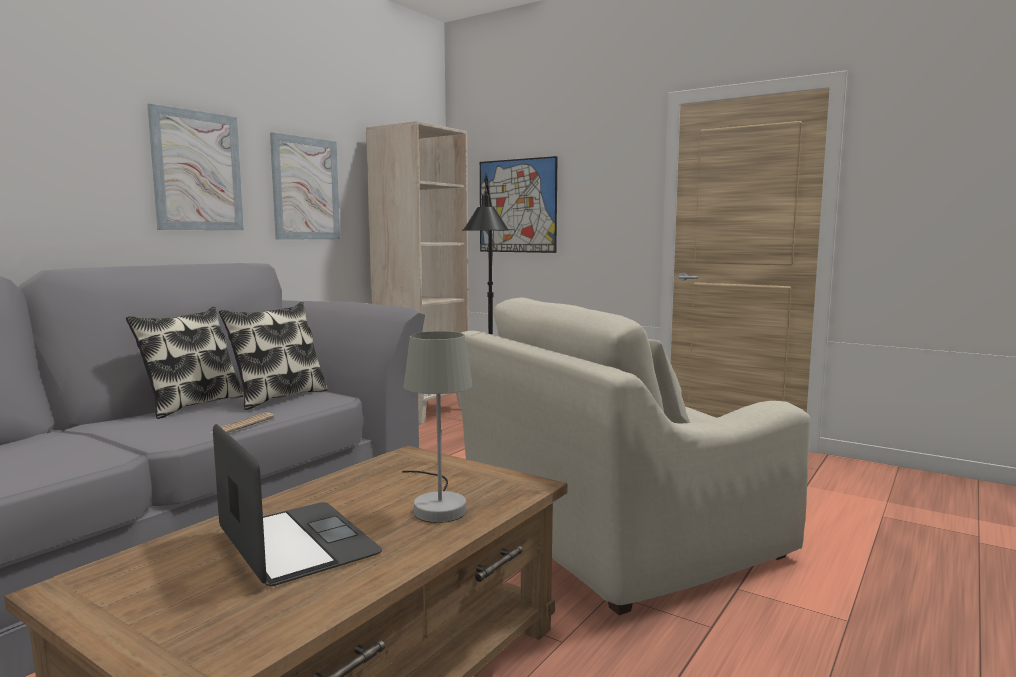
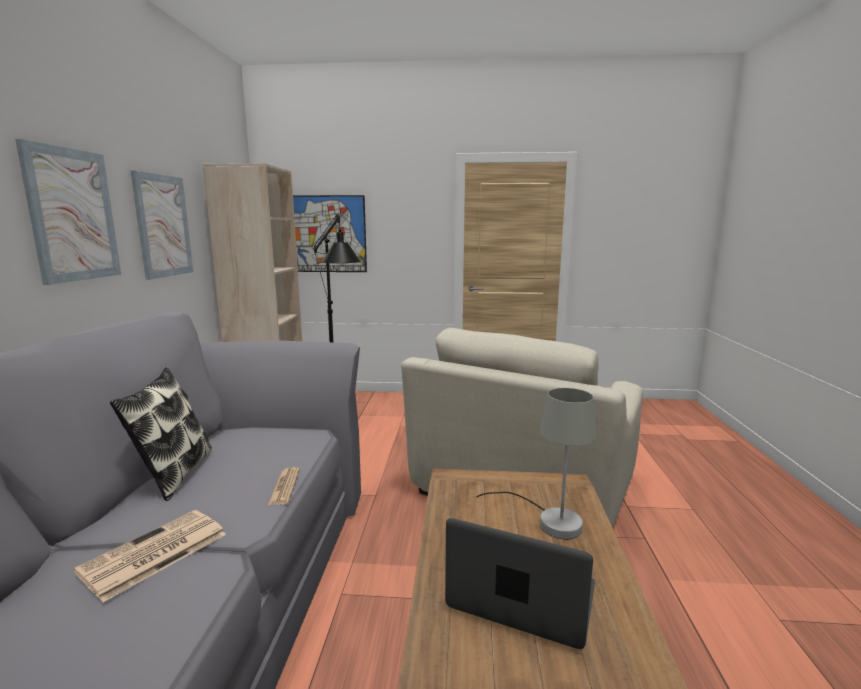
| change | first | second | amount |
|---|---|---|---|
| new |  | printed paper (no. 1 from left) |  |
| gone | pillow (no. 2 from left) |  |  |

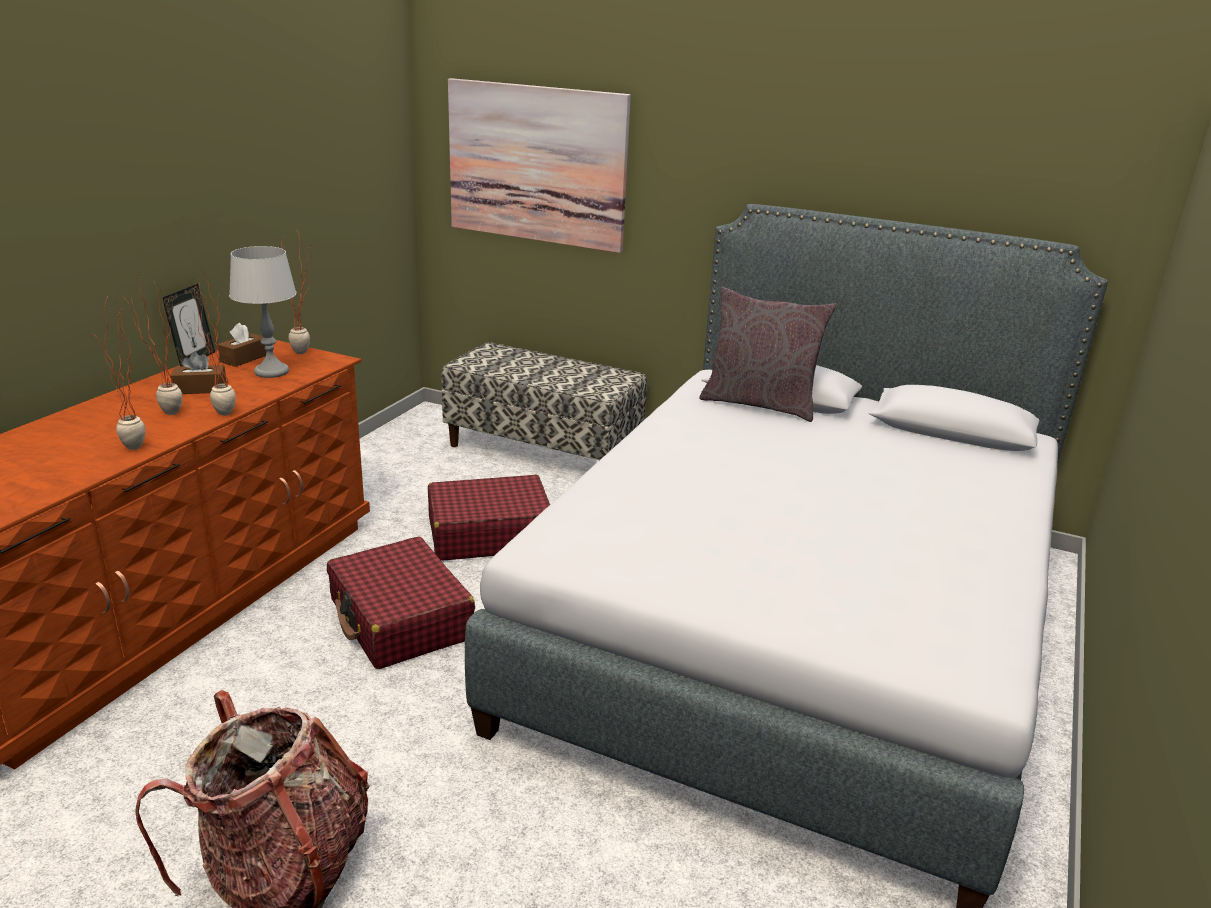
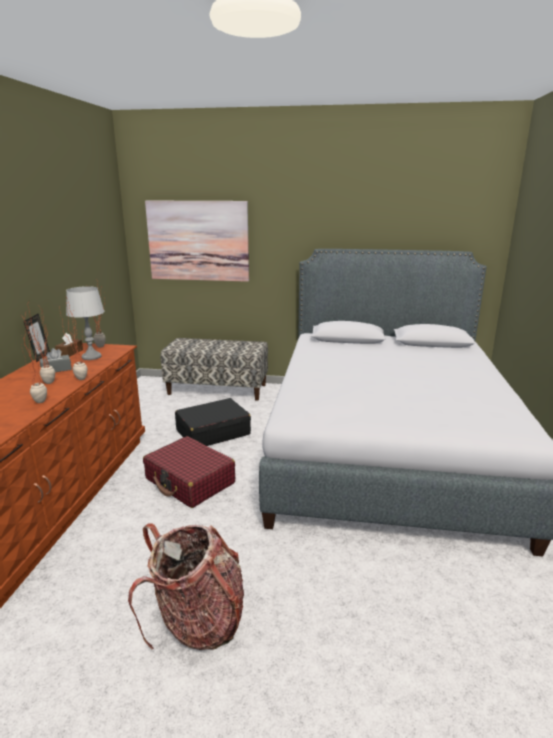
| change | first | second | amount |
|---|---|---|---|
| repainted | brown-coloured tissue holder (no. 1 from left) | greyish tissue holder |  |
| repainted | red-coloured travel case (no. 2 from left) | blackish travel case |  |
| gone | greyish pillow |  |  |

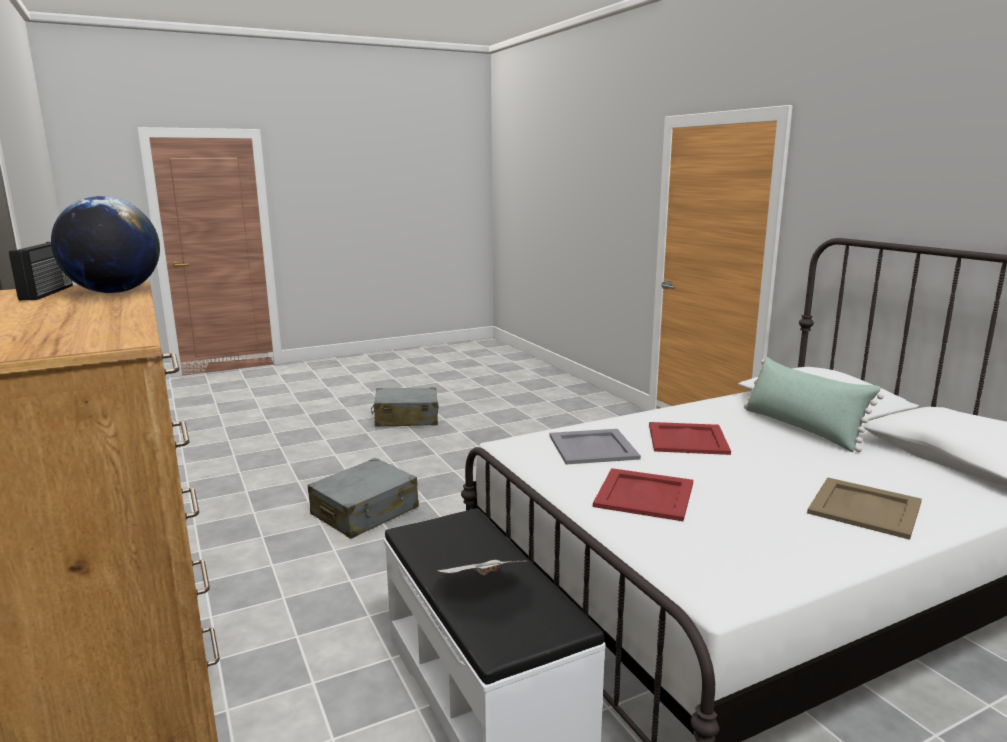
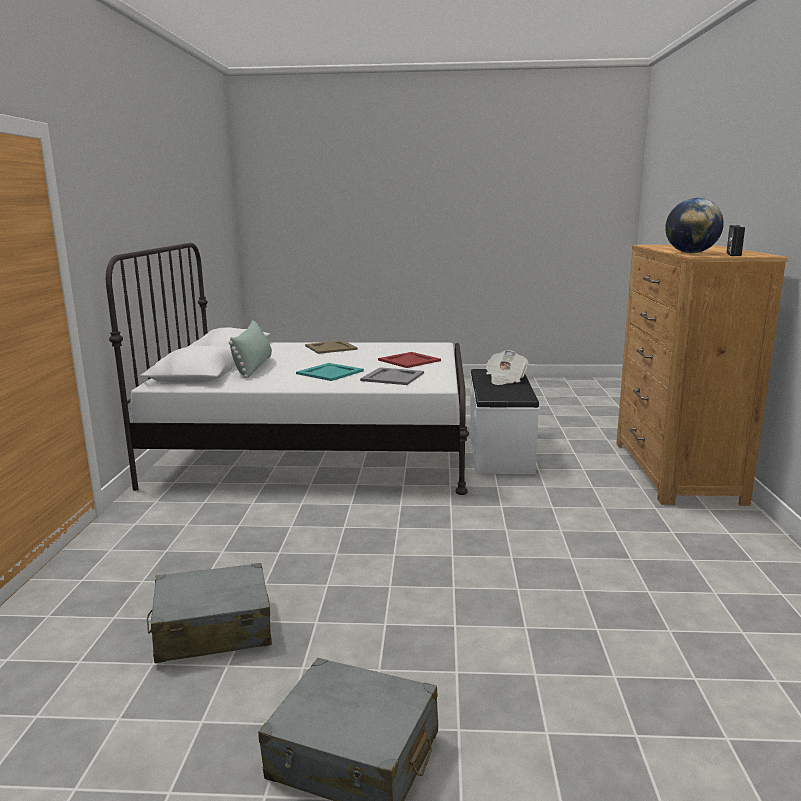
| change | first | second | amount |
|---|---|---|---|
| shifted | greyish travel case (no. 1 from left) |  |  |
| repainted | red-coloured serving tray (no. 2 from left) | turquoise-coloured serving tray |  |

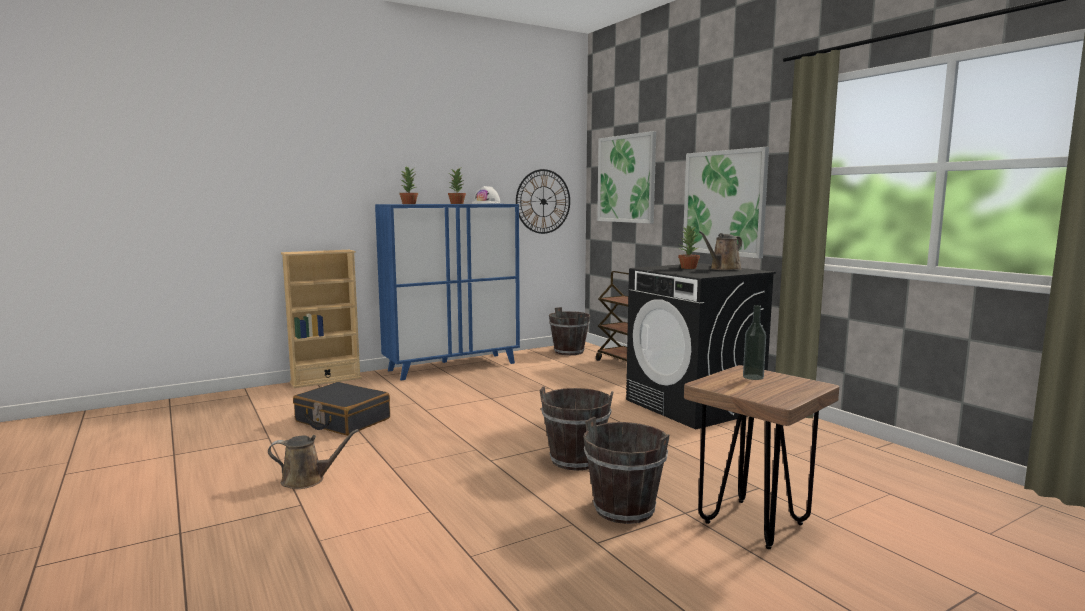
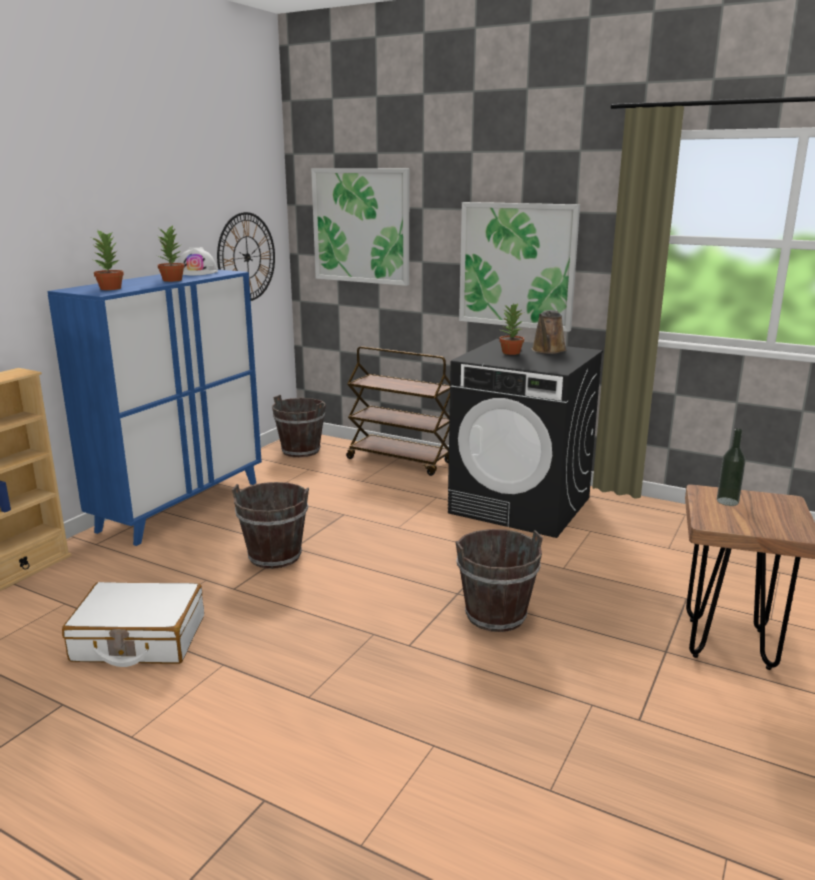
| change | first | second | amount |
|---|---|---|---|
| repainted | blackish travel case | white-coloured travel case |  |
| shifted | brown-coloured water bucket (no. 3 from left in the first image) | brown-coloured water bucket (no. 1 from left) |  |
| gone | brown-coloured watering pot (no. 1 from left) |  |  |

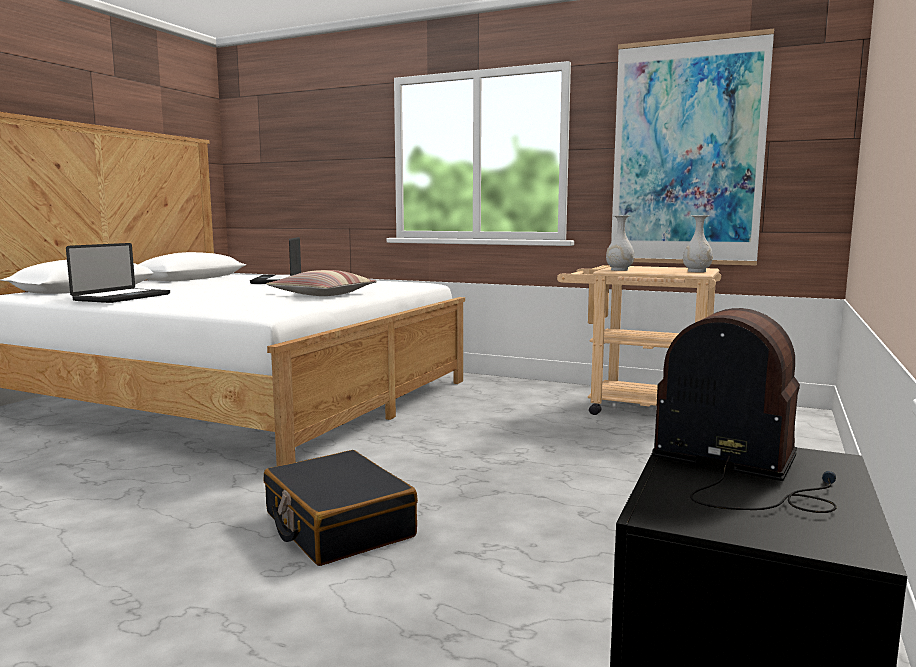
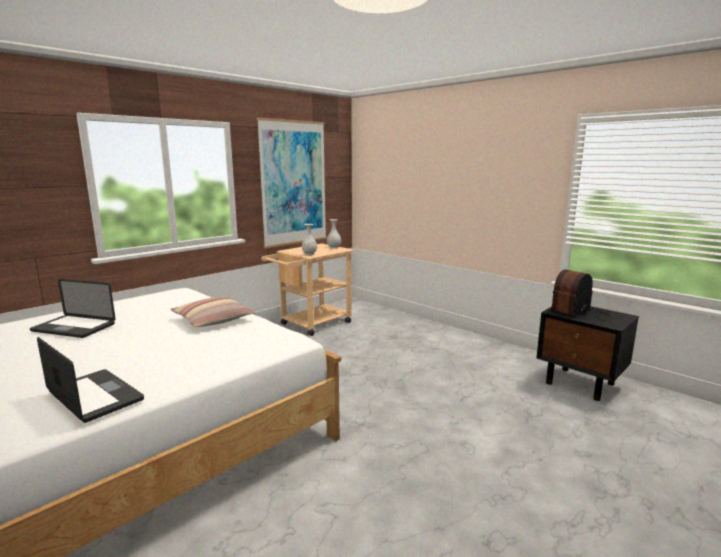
| change | first | second | amount |
|---|---|---|---|
| gone | blackish travel case |  |  |

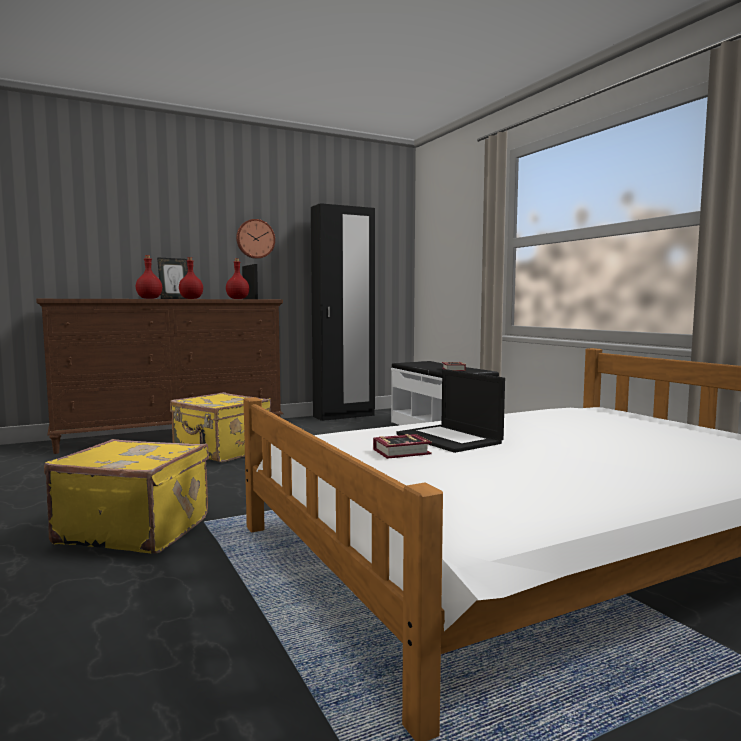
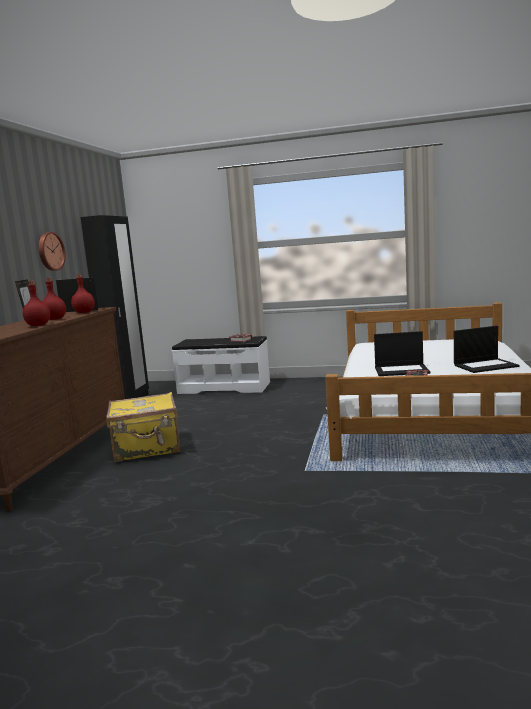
| change | first | second | amount |
|---|---|---|---|
| new |  | notebook computer (no. 2 from left) |  |
| gone | yellowish travel case (no. 1 from left) |  |  |

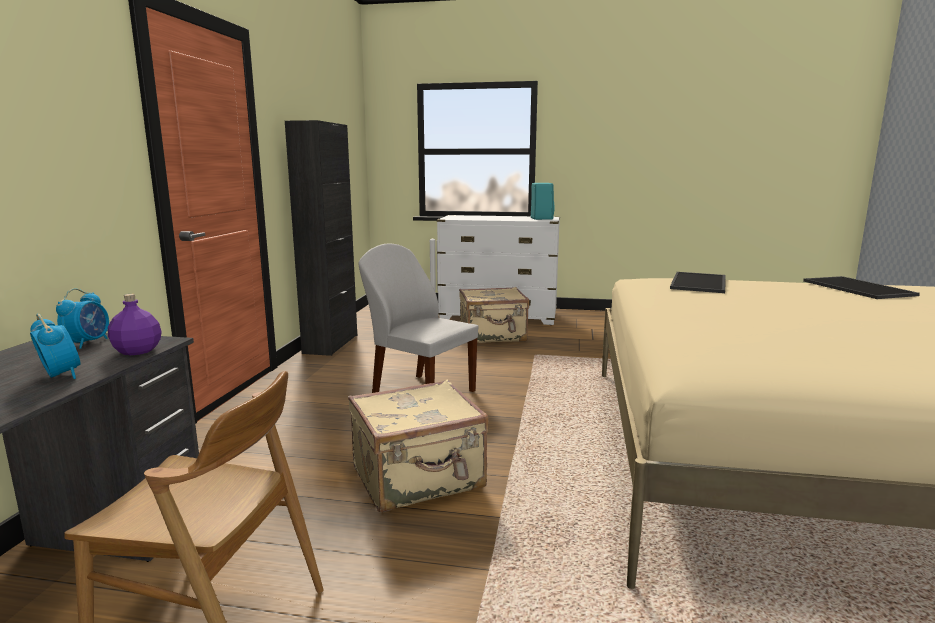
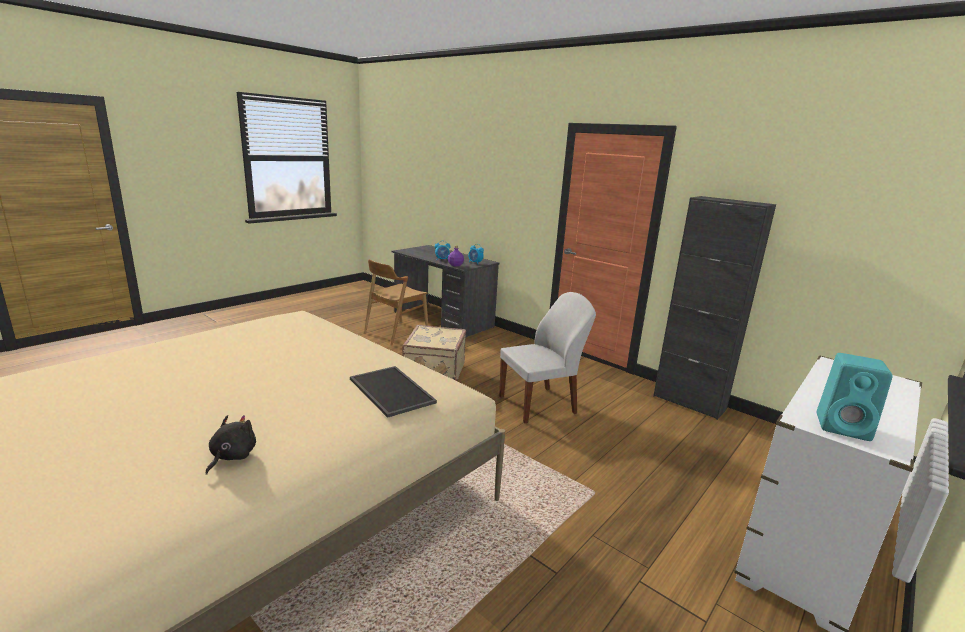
| change | first | second | amount |
|---|---|---|---|
| swapped | serving tray (no. 2 from left) | blackish plush toy |  |
| gone | sand-coloured travel case (no. 2 from left) |  |  |

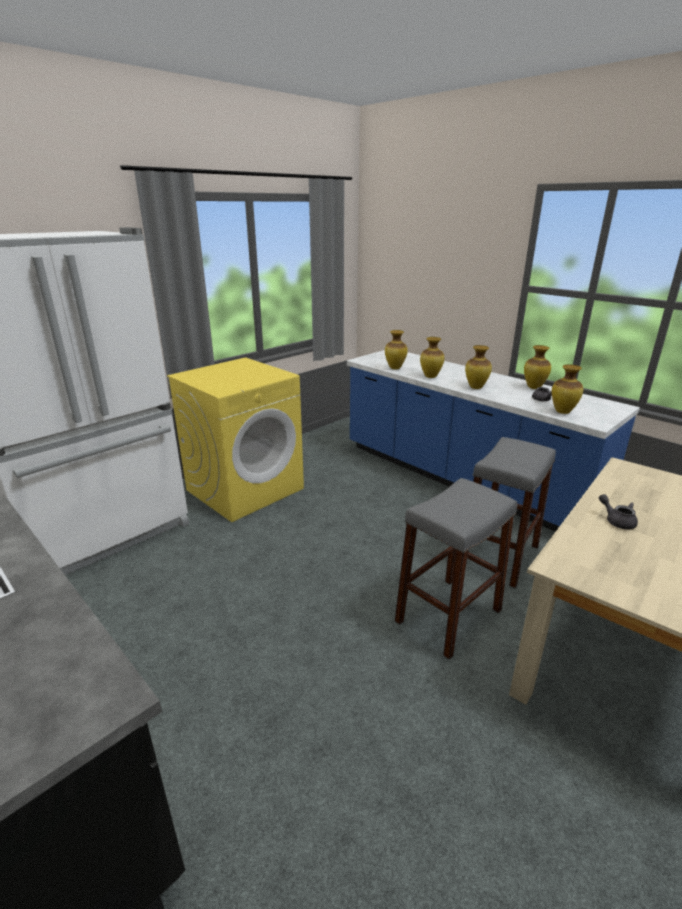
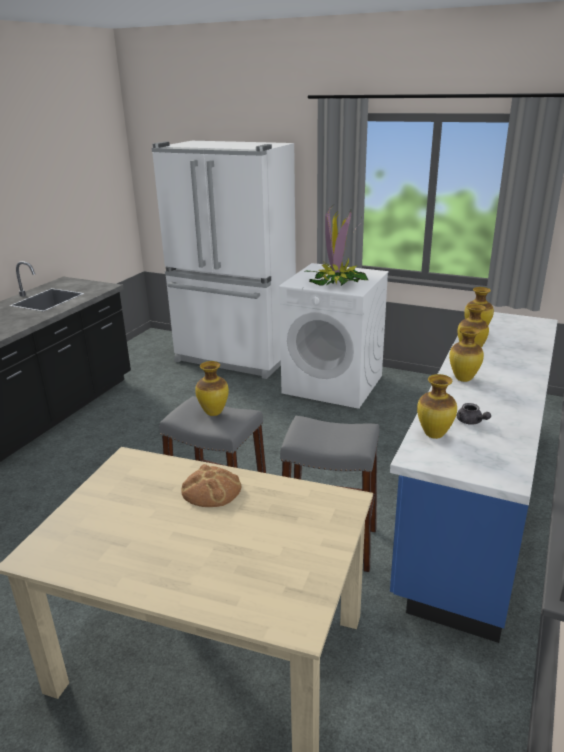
| change | first | second | amount |
|---|---|---|---|
| swapped | greyish pot for tea (no. 2 from left) | bread |  |
| shifted | flower vase (no. 4 from left in the first image) | flower vase (no. 1 from left) |  |
| repainted | yellowish laundry appliance | white-coloured laundry appliance |  |
| new |  | plant in a pot |  |

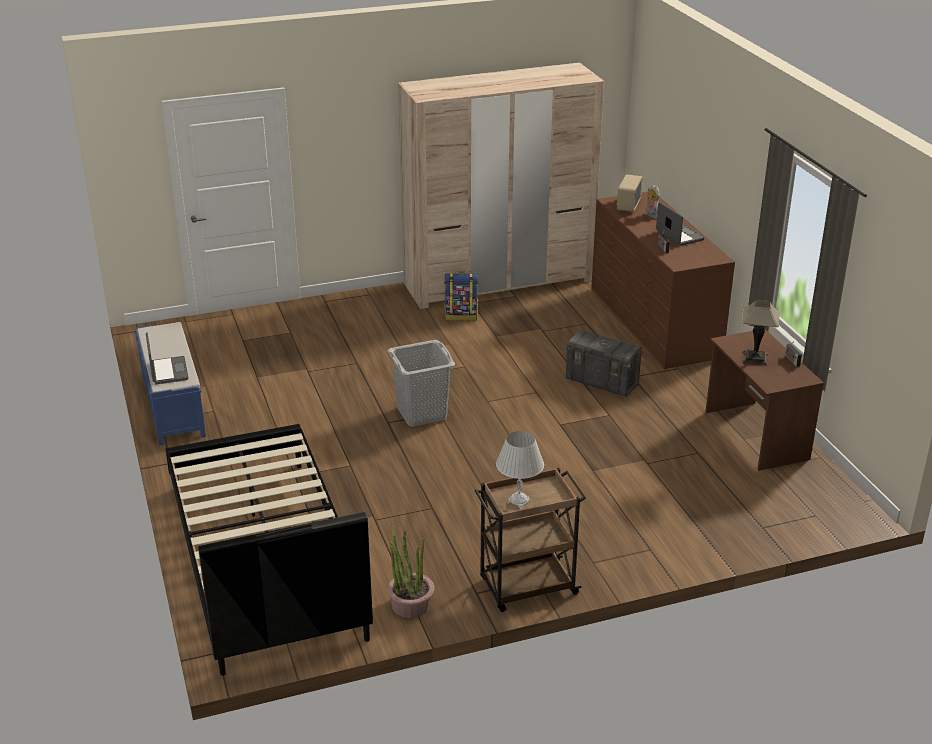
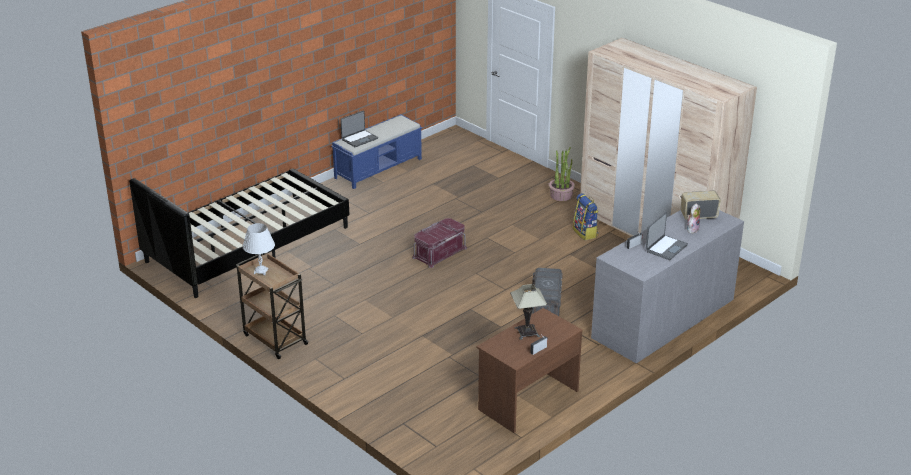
| change | first | second | amount |
|---|---|---|---|
| swapped | greyish washing basket | red-coloured storage box |  |
| shifted | plant in a pot |  |  |
| repainted | brown-coloured dresser | greyish dresser |  |

